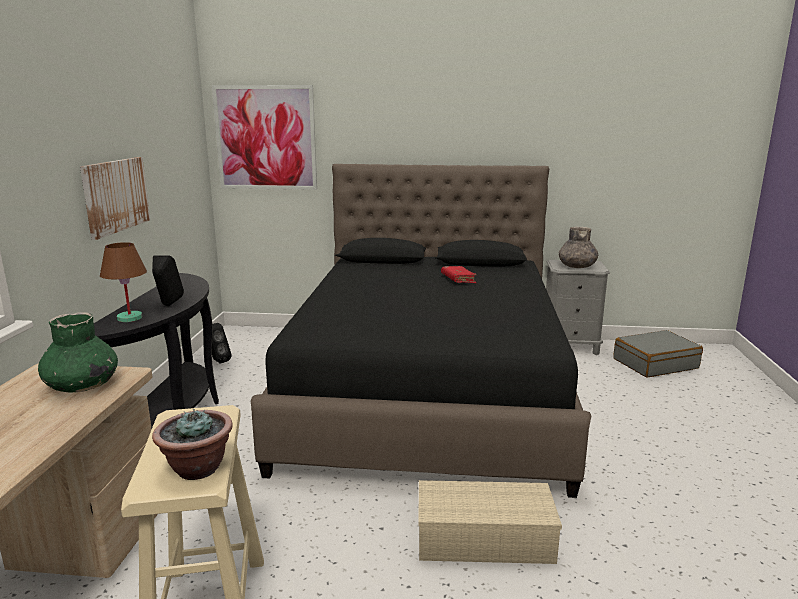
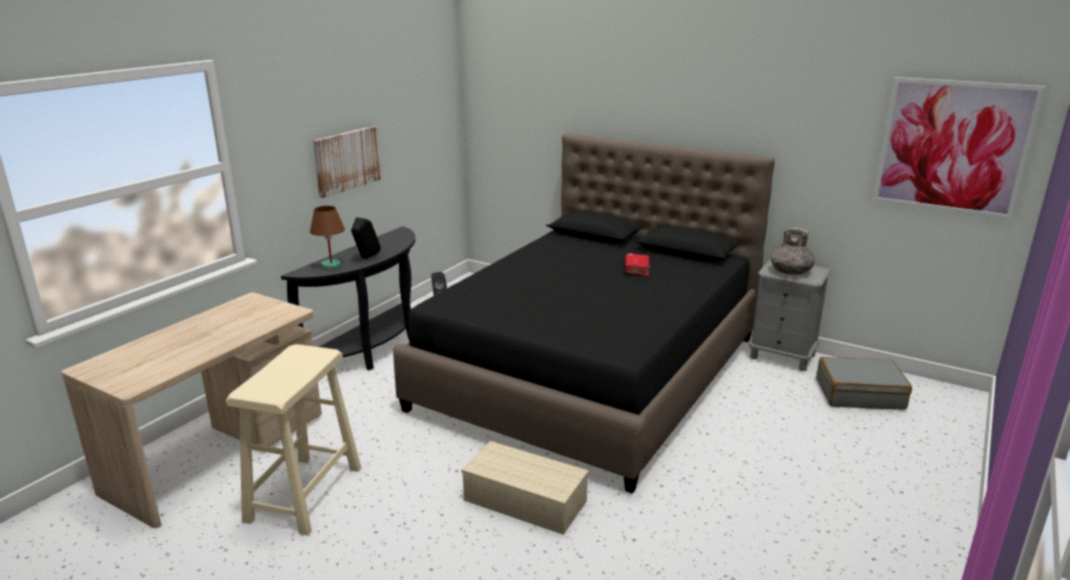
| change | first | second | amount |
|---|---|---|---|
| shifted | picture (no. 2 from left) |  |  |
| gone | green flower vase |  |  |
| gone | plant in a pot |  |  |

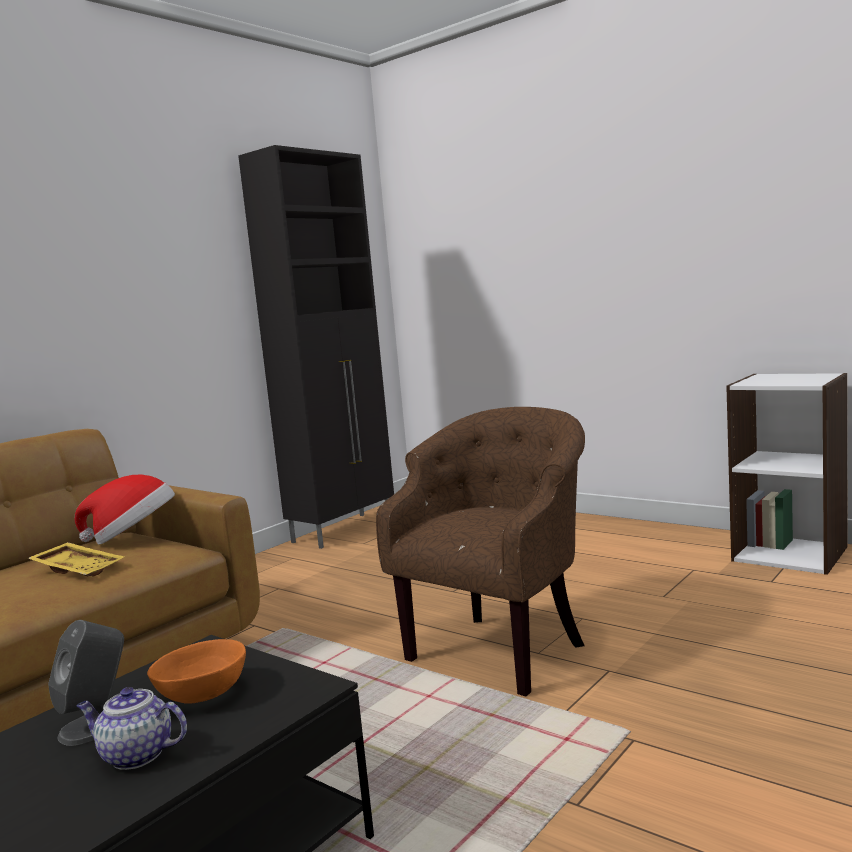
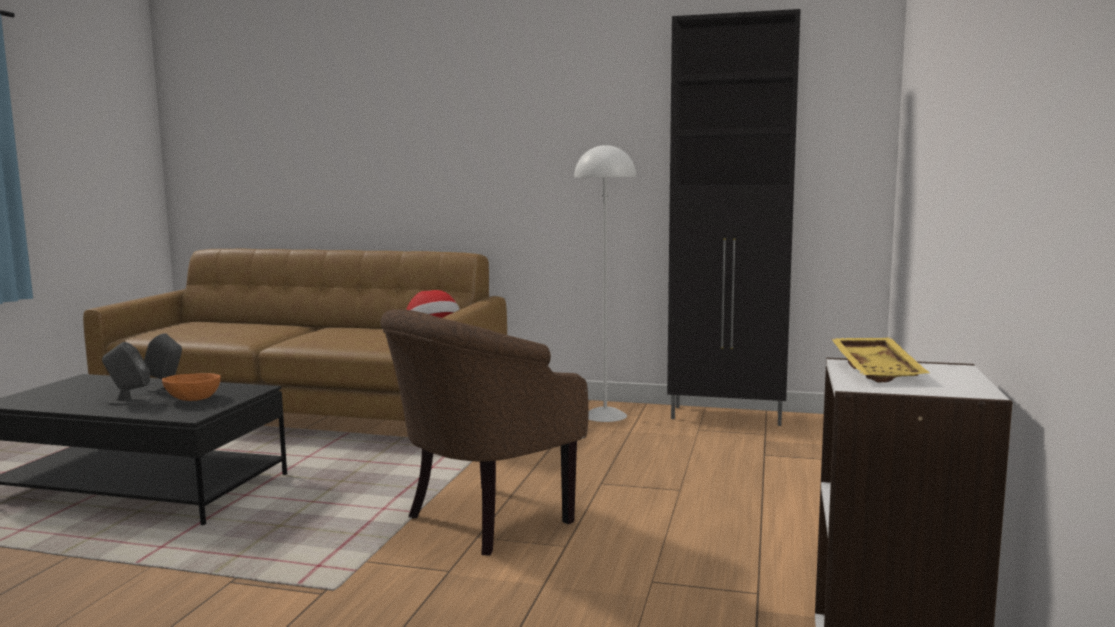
| change | first | second | amount |
|---|---|---|---|
| swapped | pot for tea | greyish loudspeaker (no. 1 from left) |  |
| rotated | brown-coloured armchair |  | 120 degrees clockwise |
| new |  | white-coloured standard lamp |  |
| shifted | yellowish serving tray |  |  |

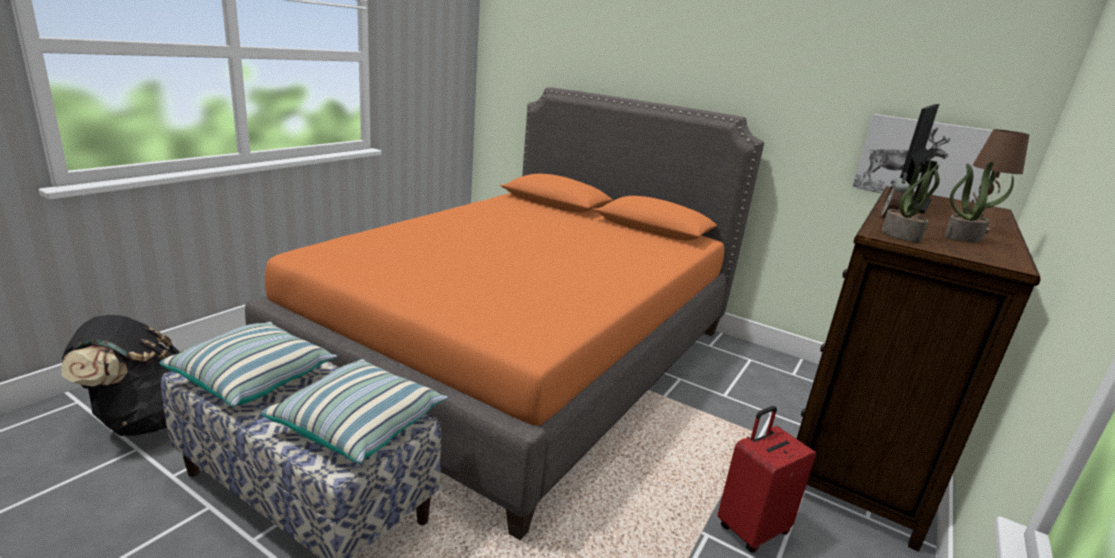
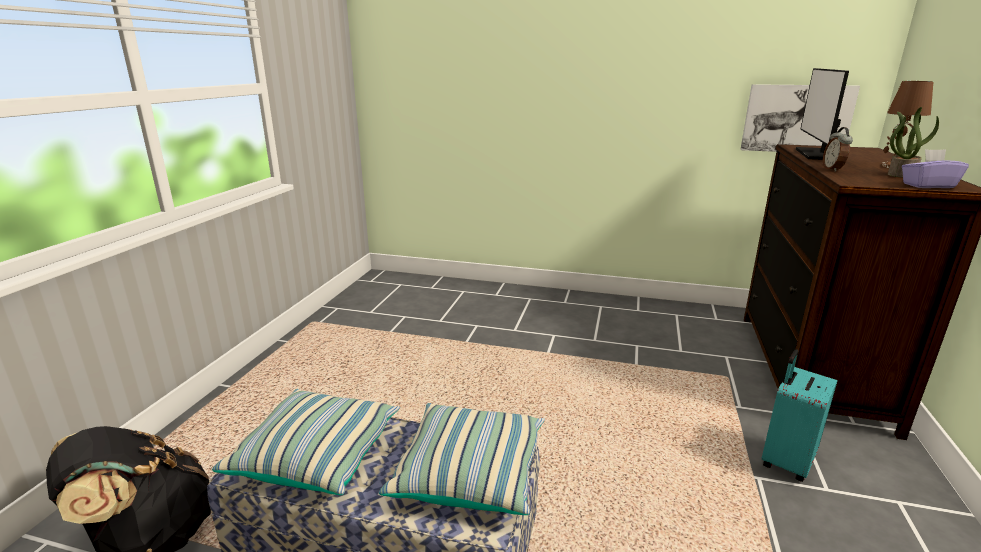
| change | first | second | amount |
|---|---|---|---|
| repainted | red-coloured travel case | turquoise-coloured travel case |  |
| new |  | purplish tissue holder |  |
| gone | orangey sleeping bed |  |  |
| gone | plant in a pot (no. 1 from left) |  |  |

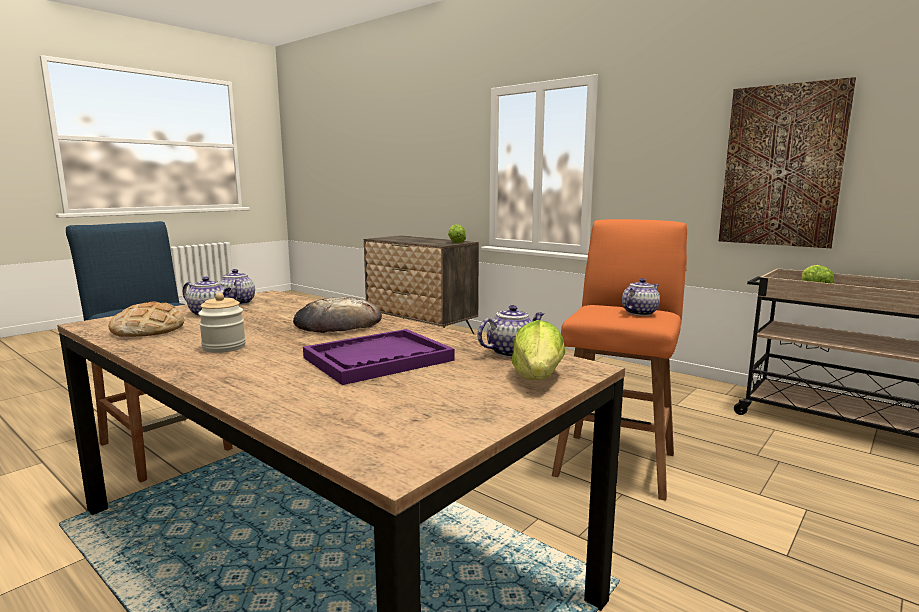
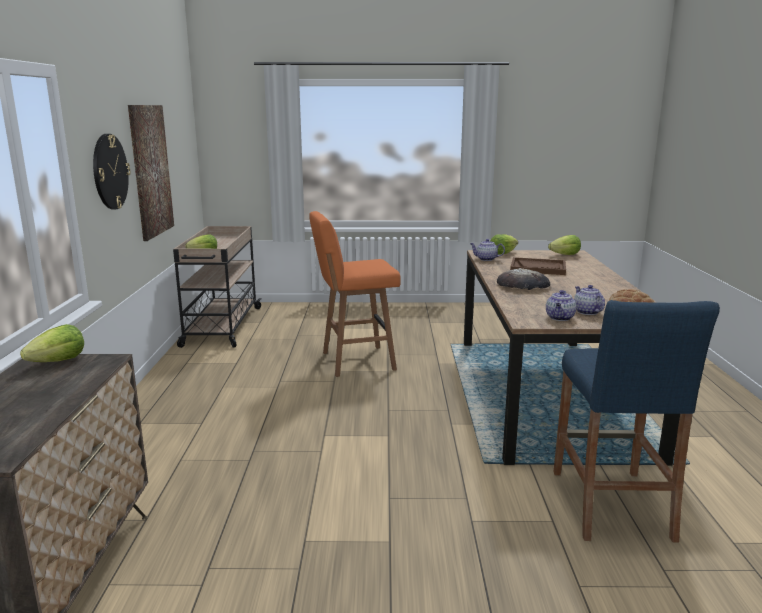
| change | first | second | amount |
|---|---|---|---|
| new |  | hanging clock |  |
| repainted | purplish serving tray | brown-coloured serving tray |  |
| new |  | lettuce (no. 4 from left) |  |
| gone | storage jar |  |  |
| gone | pot for tea (no. 4 from left) |  |  |

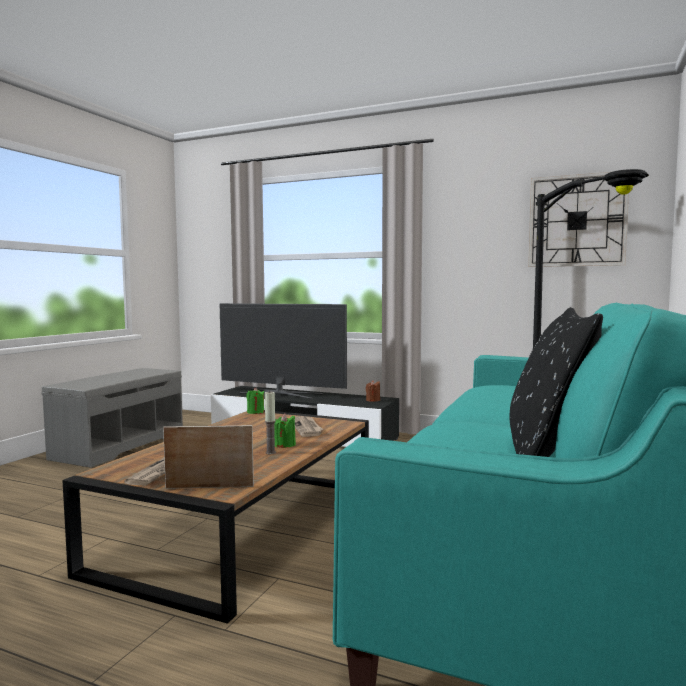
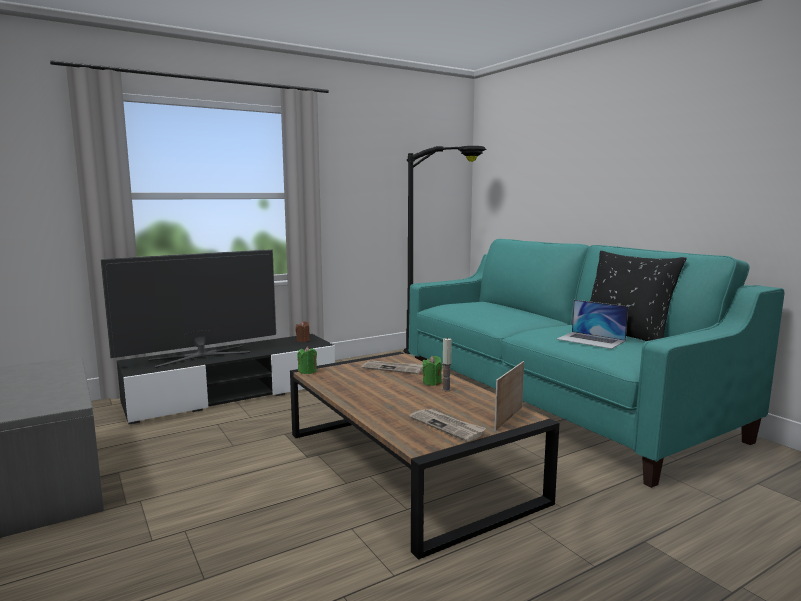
| change | first | second | amount |
|---|---|---|---|
| new |  | notebook computer |  |
| gone | hanging clock |  |  |

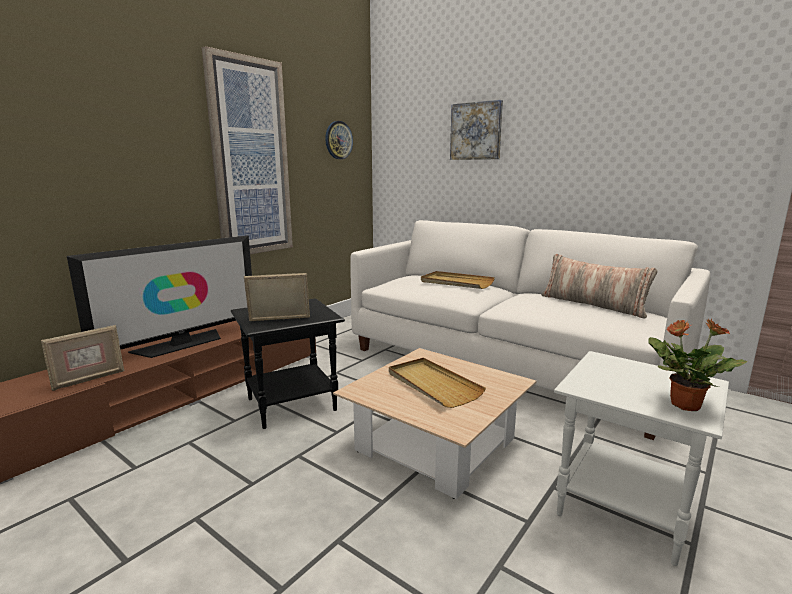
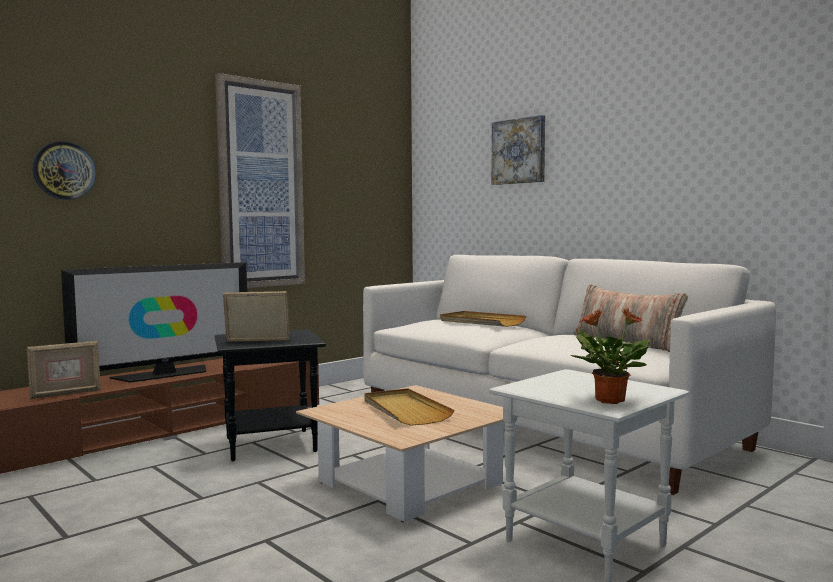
| change | first | second | amount |
|---|---|---|---|
| shifted | hanging clock |  |  |

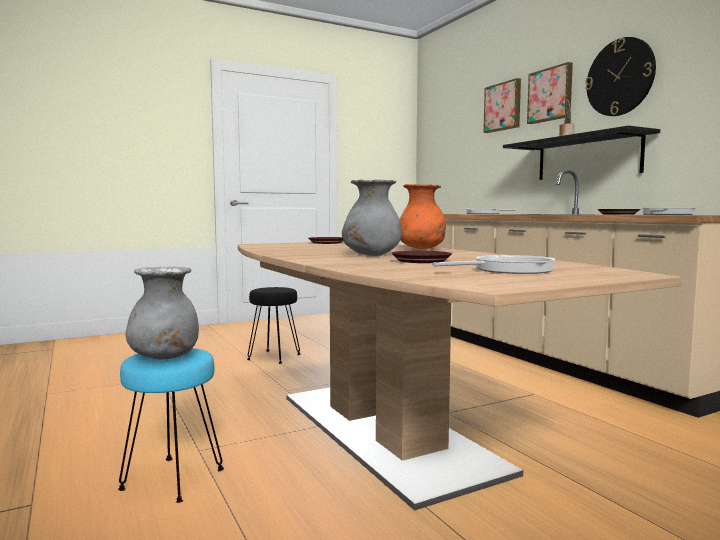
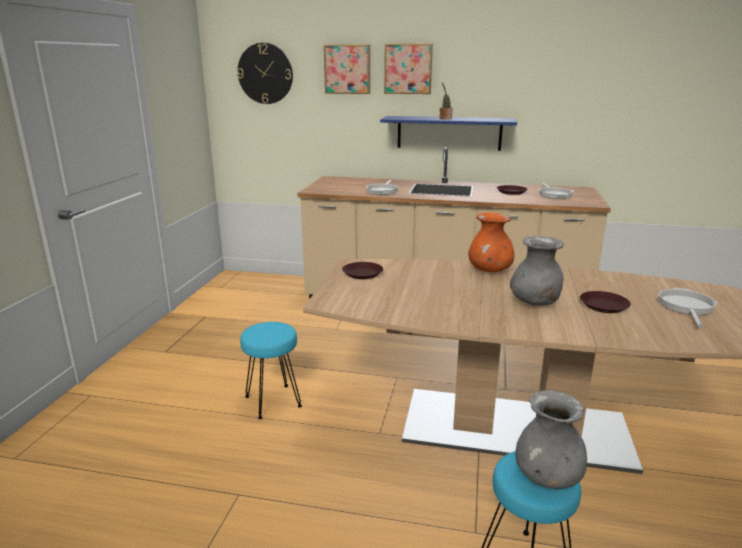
| change | first | second | amount |
|---|---|---|---|
| shifted | hanging clock |  |  |
| repainted | blackish sitting stool | turquoise-coloured sitting stool (no. 1 from left) |  |
| repainted | blackish shelf | bluish shelf |  |

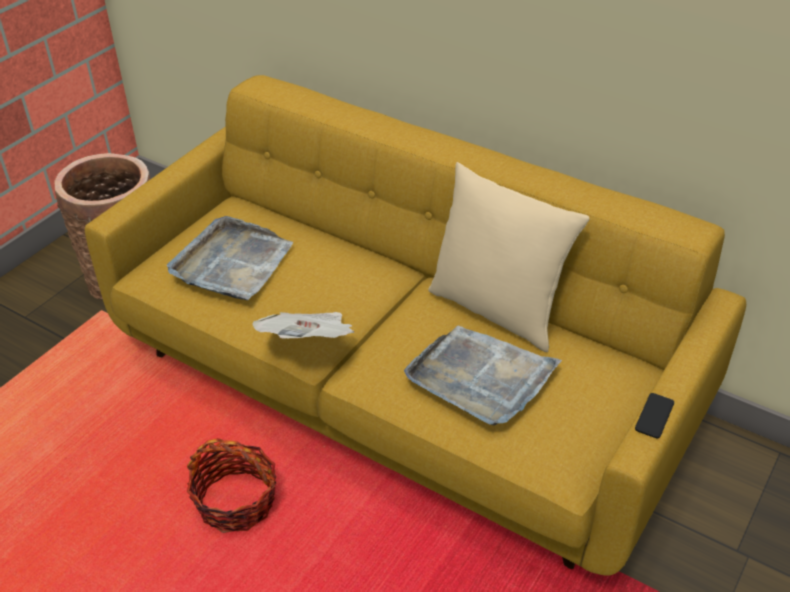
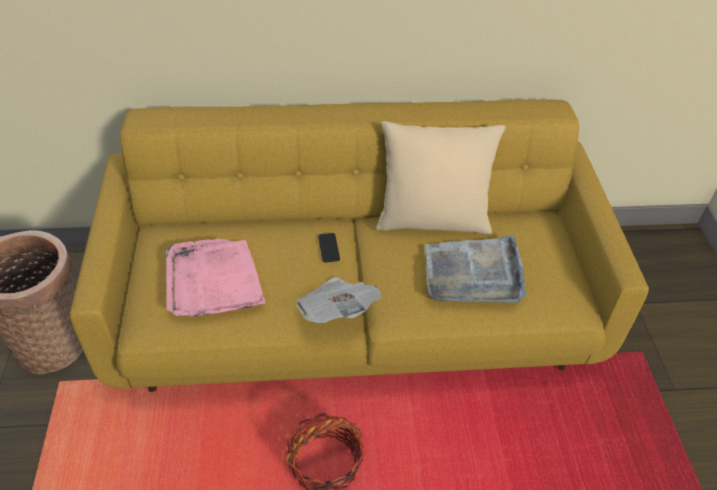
| change | first | second | amount |
|---|---|---|---|
| repainted | greyish serving tray (no. 1 from left) | pink serving tray |  |
| shifted | phone |  |  |

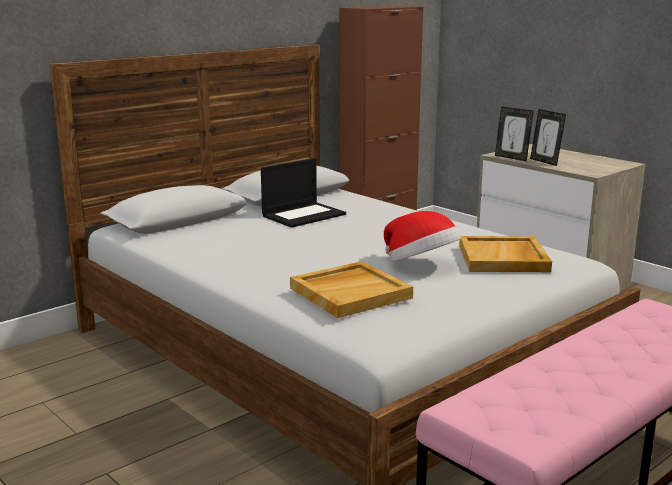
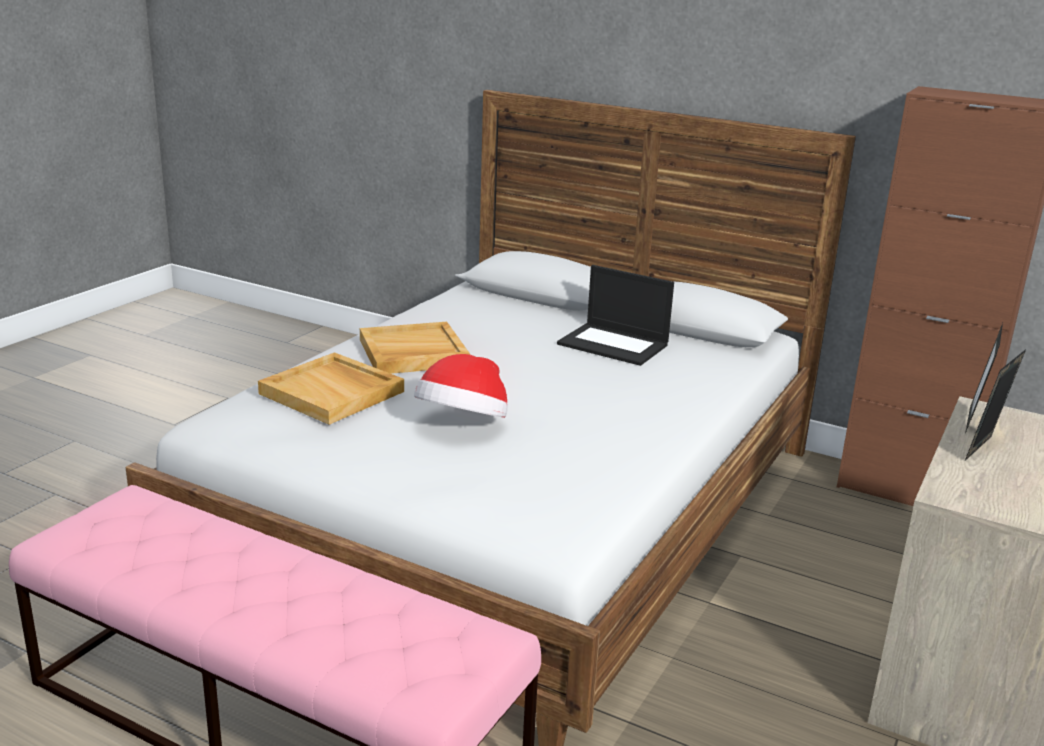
| change | first | second | amount |
|---|---|---|---|
| shifted | sand-coloured serving tray (no. 2 from left) |  |  |

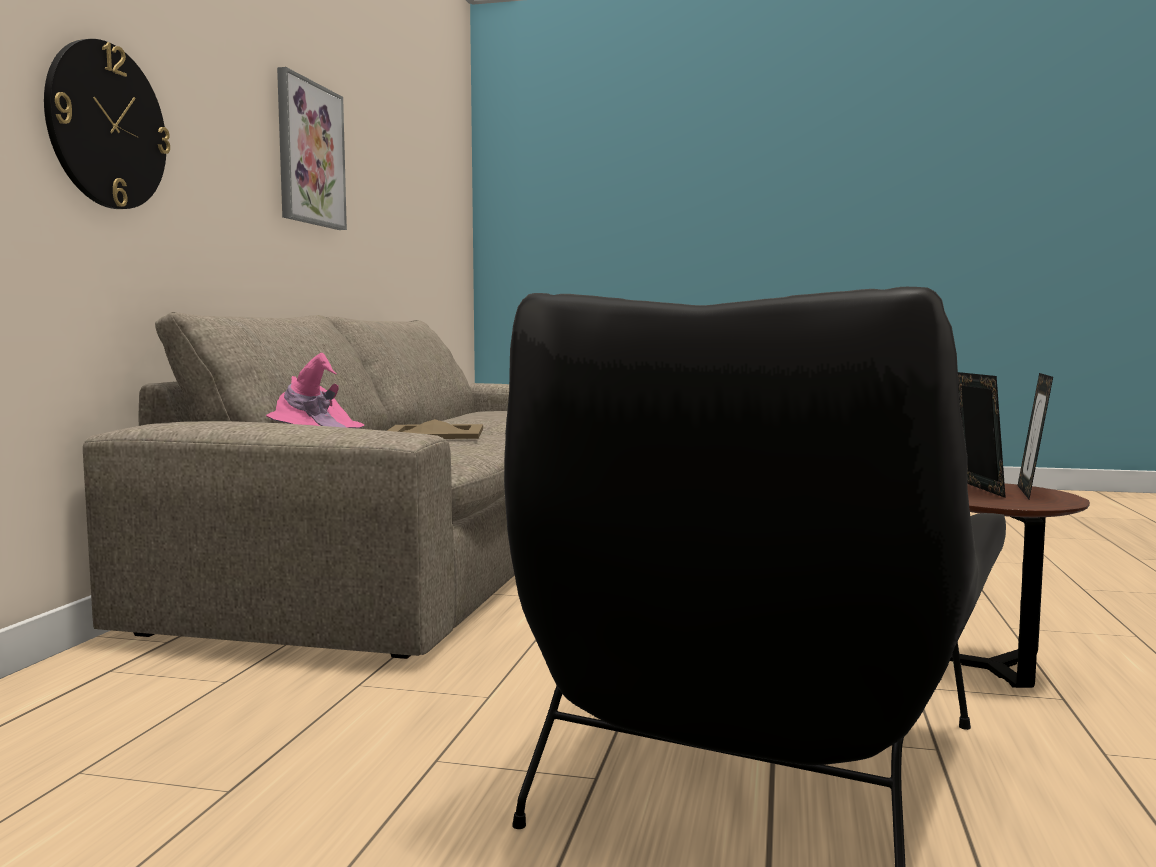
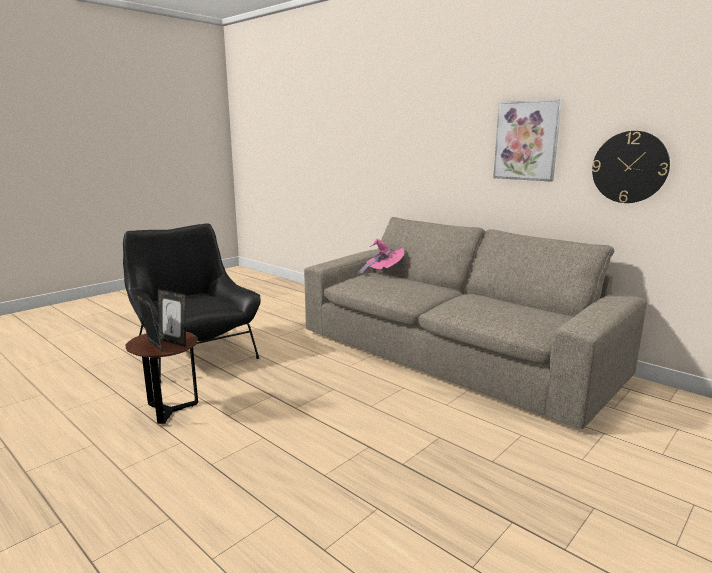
| change | first | second | amount |
|---|---|---|---|
| shifted | hanging clock |  |  |
| gone | sand-coloured serving tray |  |  |

